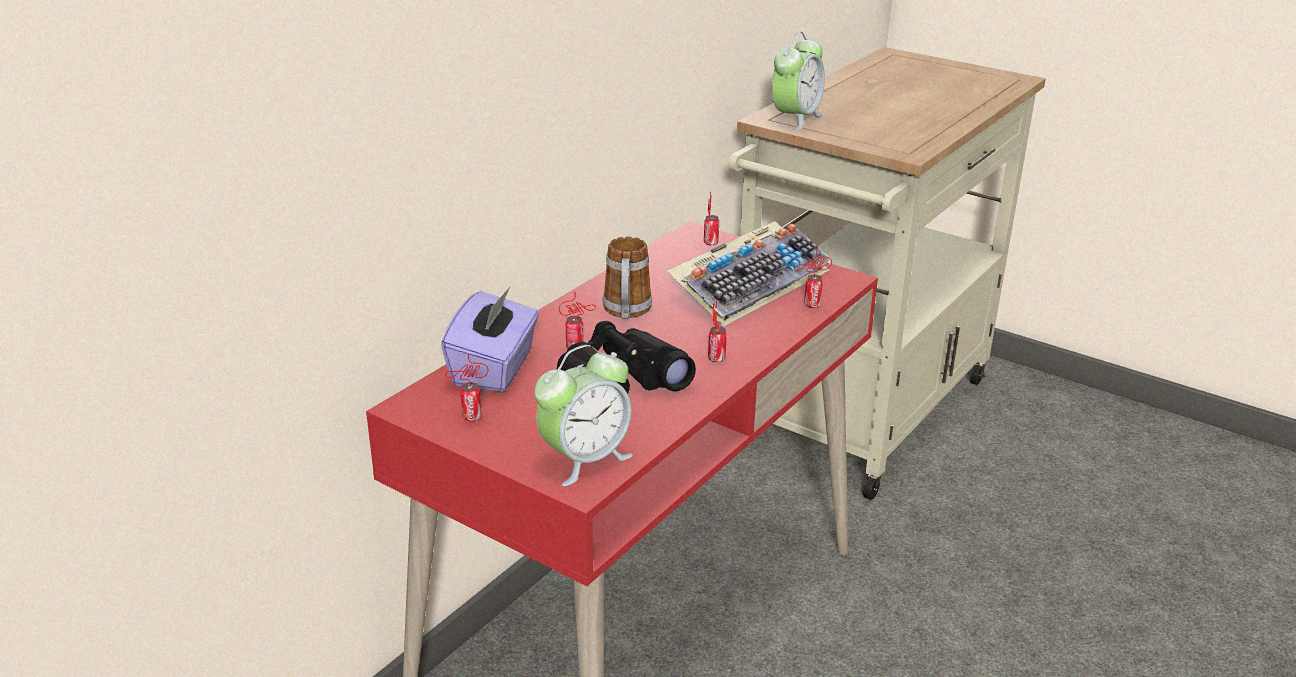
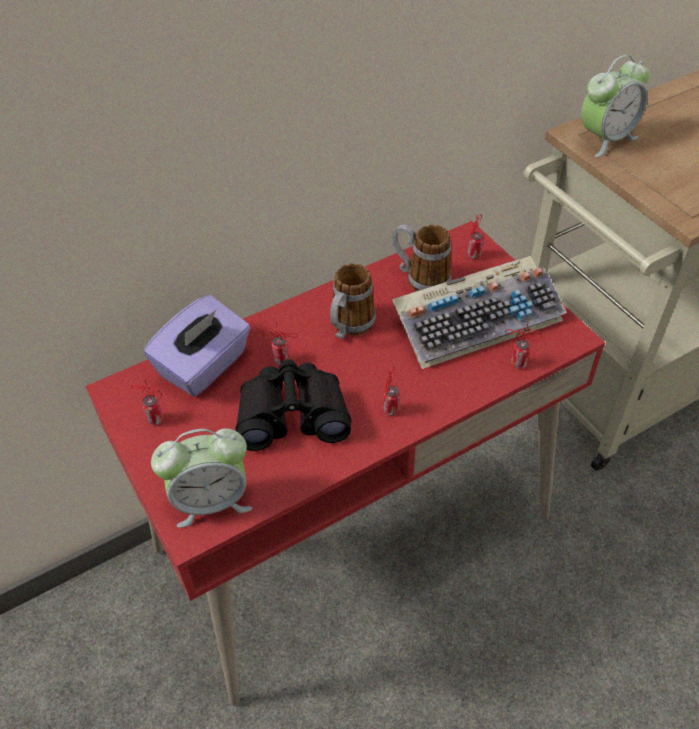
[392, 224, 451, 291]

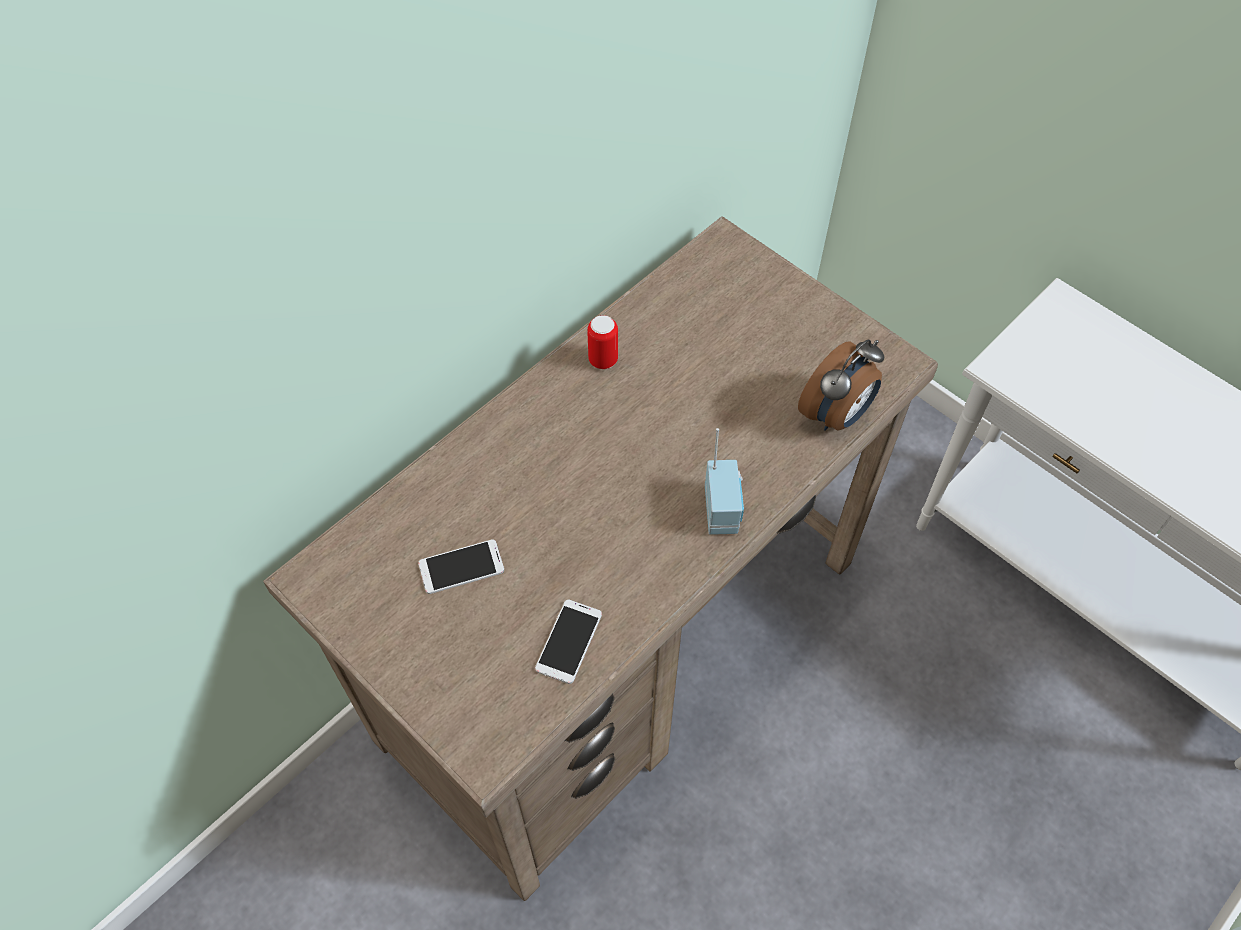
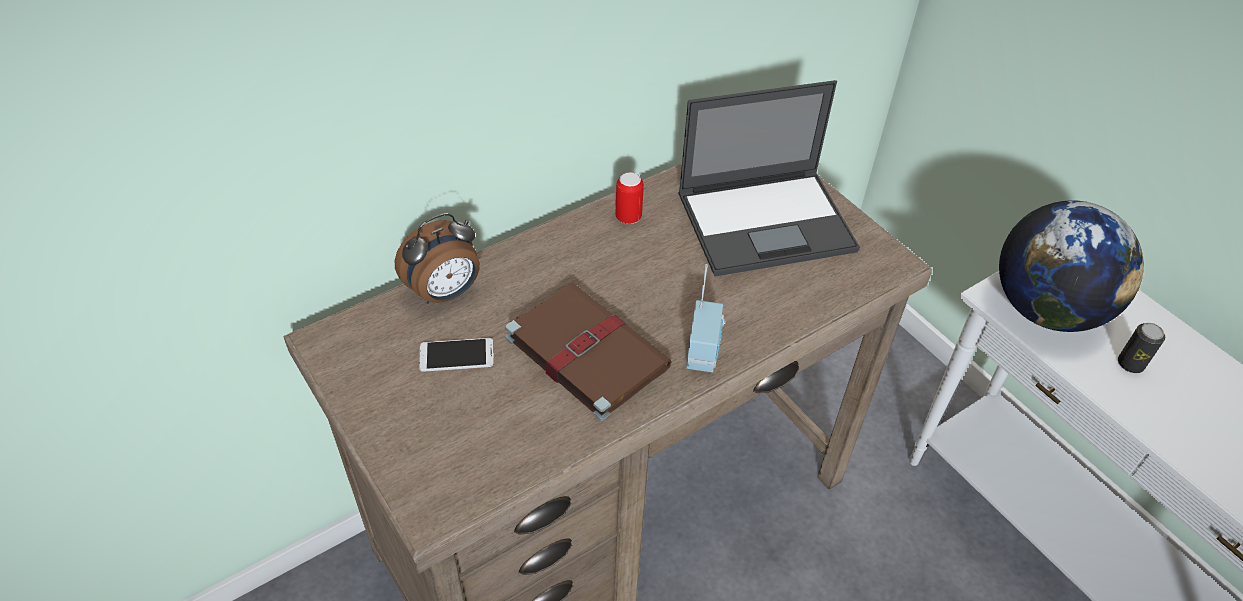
[535, 599, 602, 684] (first image)
[395, 213, 480, 304]
[506, 283, 672, 421]
[678, 80, 860, 277]
[999, 201, 1144, 332]
[1118, 323, 1165, 373]

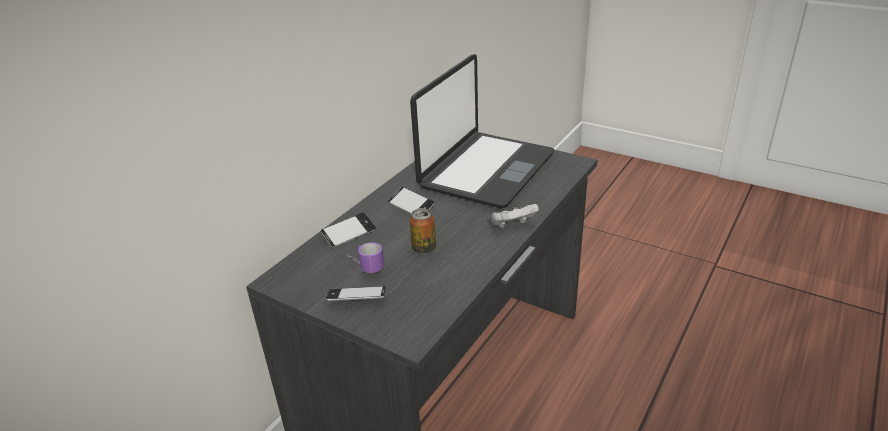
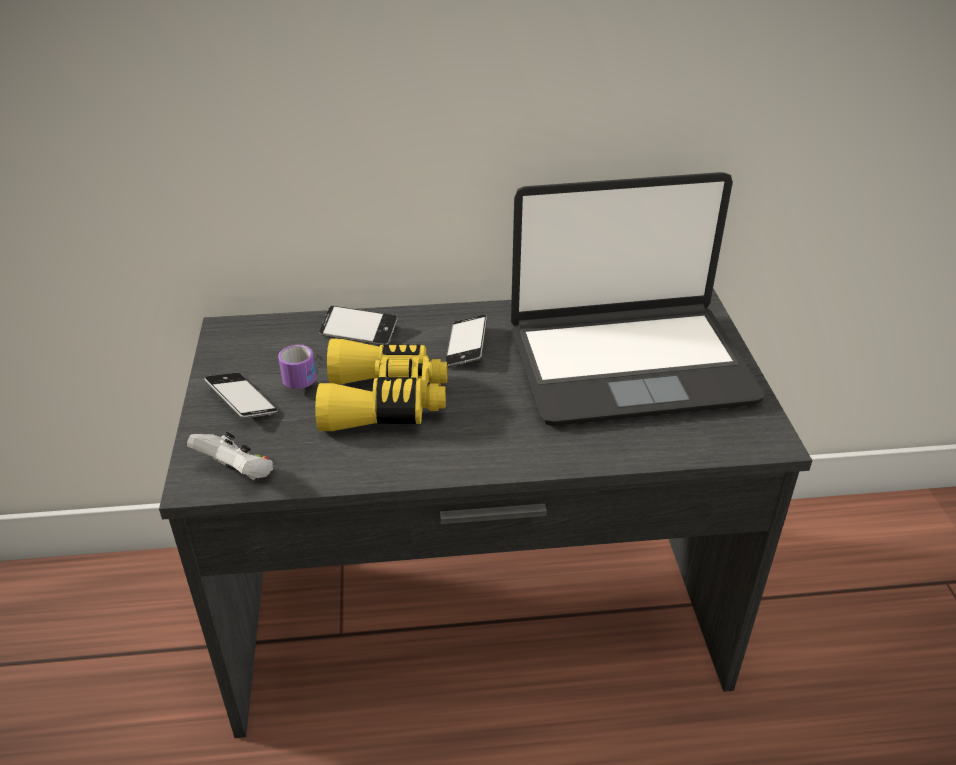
[315, 339, 447, 431]
[187, 432, 273, 480]

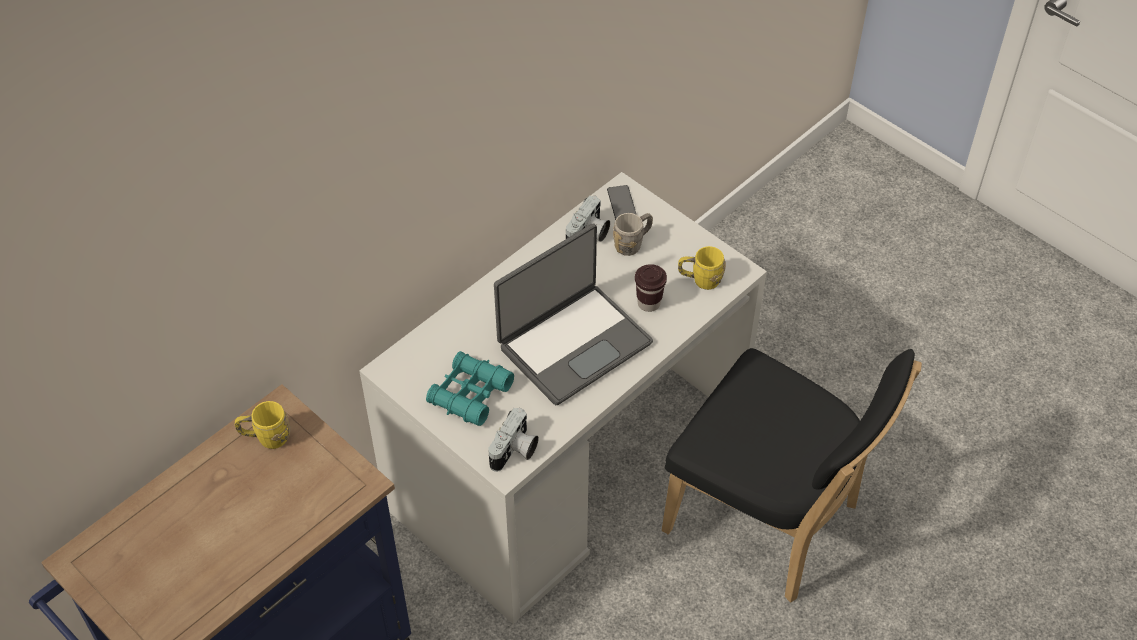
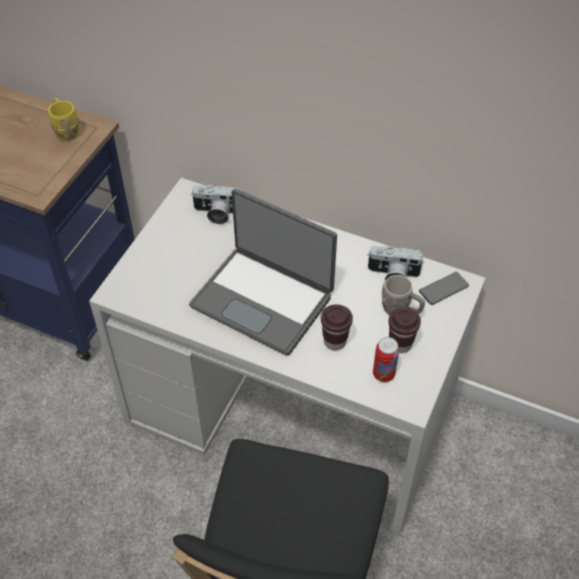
[426, 351, 514, 426] (first image)
[192, 185, 240, 224]
[373, 337, 399, 382]
[388, 307, 421, 353]

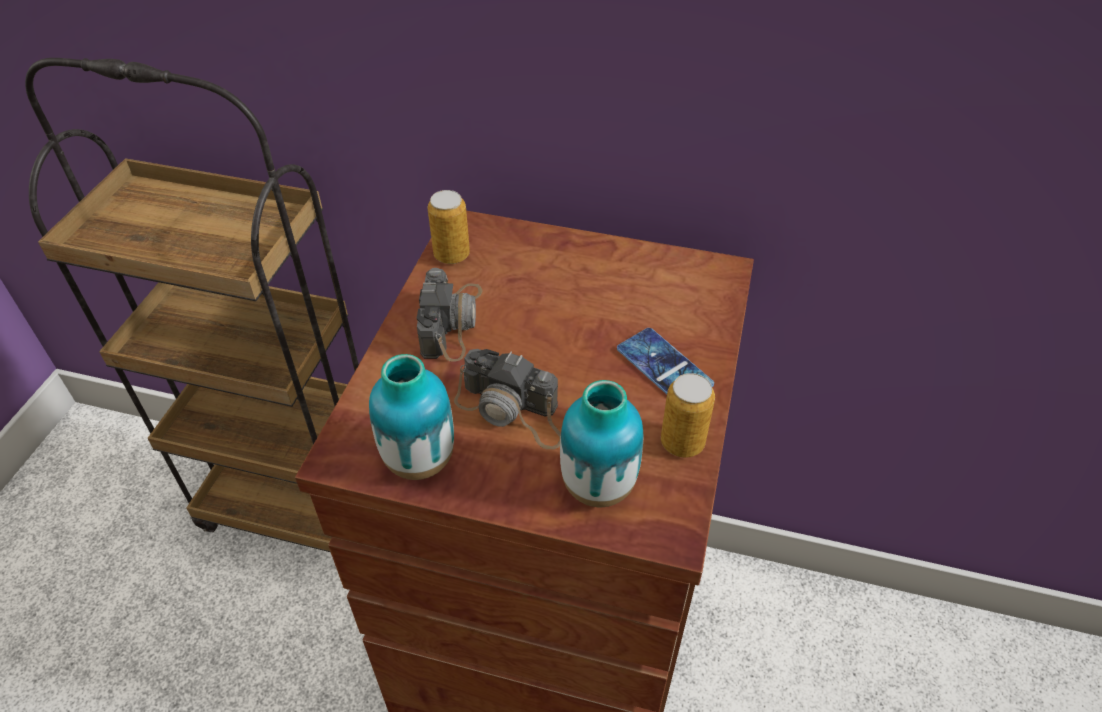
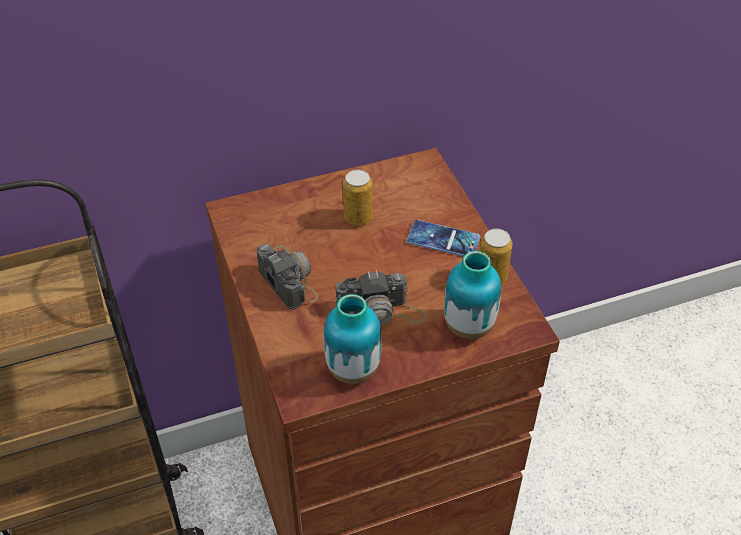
[343, 170, 373, 226]

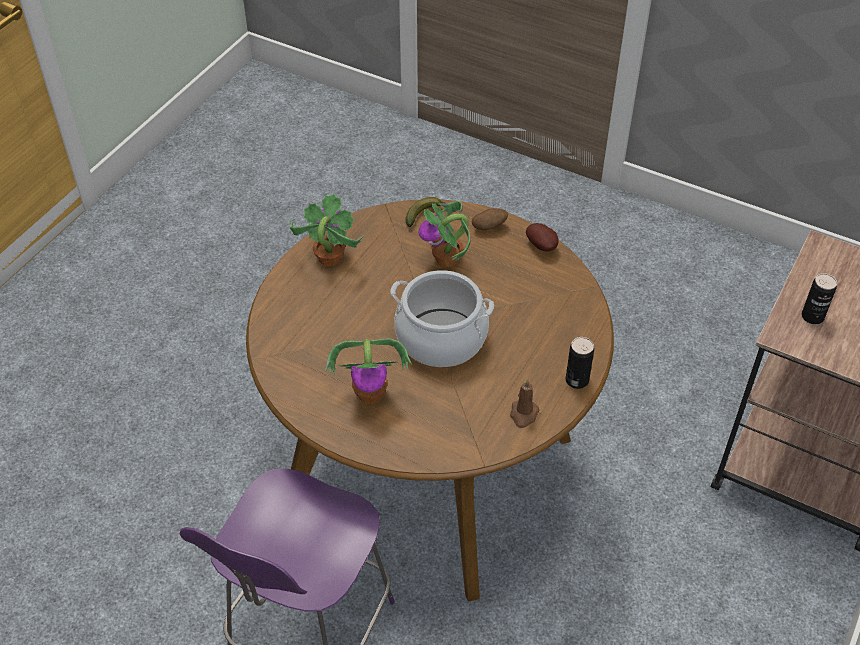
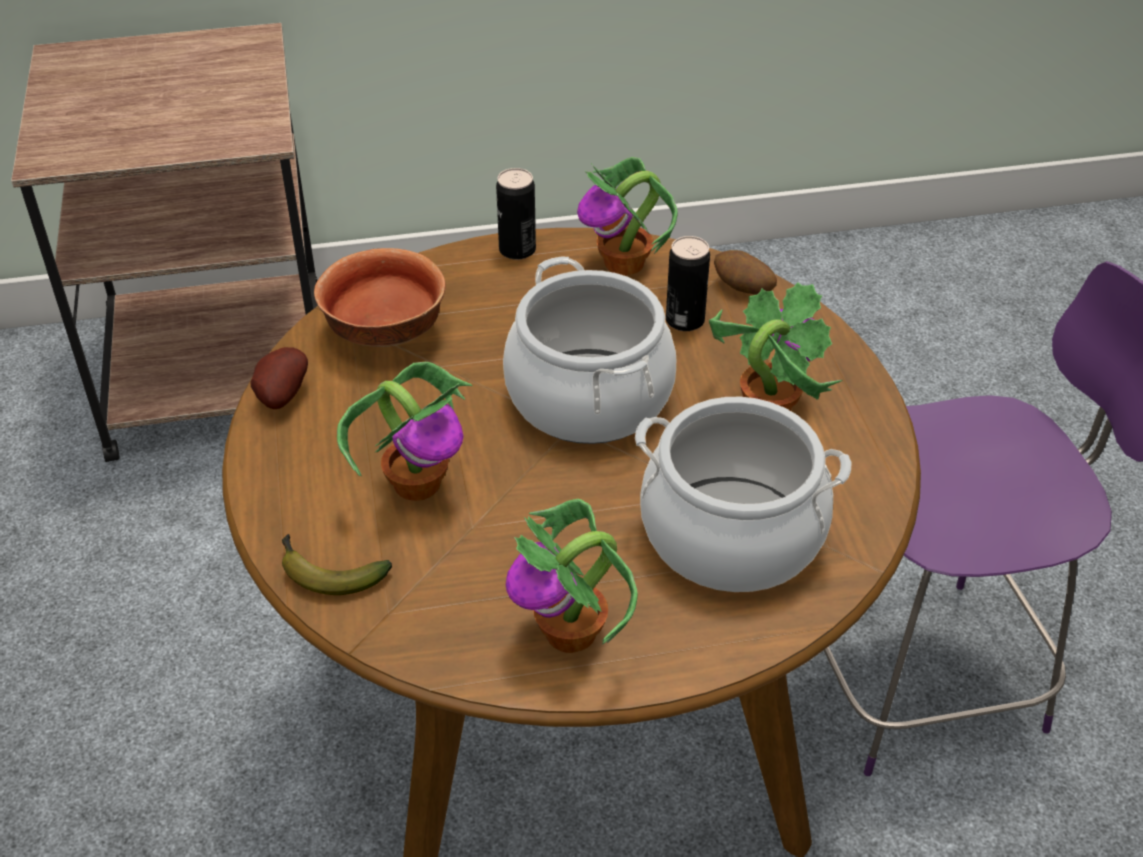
[714, 250, 777, 295]
[577, 157, 678, 276]
[666, 236, 710, 331]
[314, 248, 446, 347]
[635, 397, 851, 592]

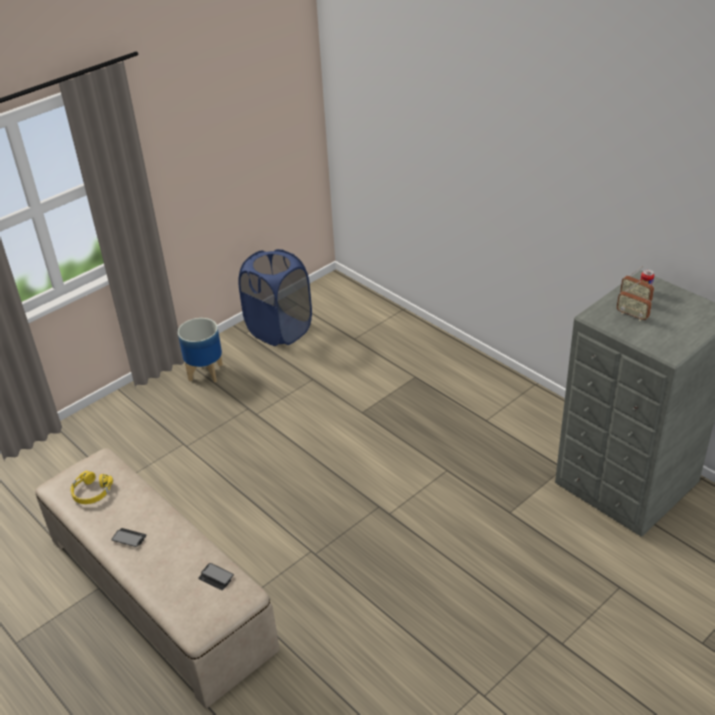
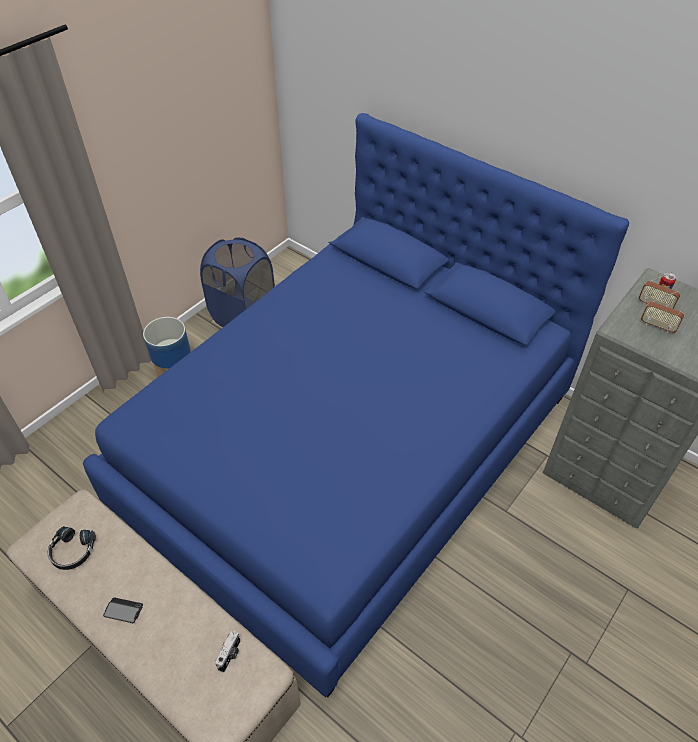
[48, 526, 96, 570]
[215, 630, 241, 672]
[83, 113, 629, 698]

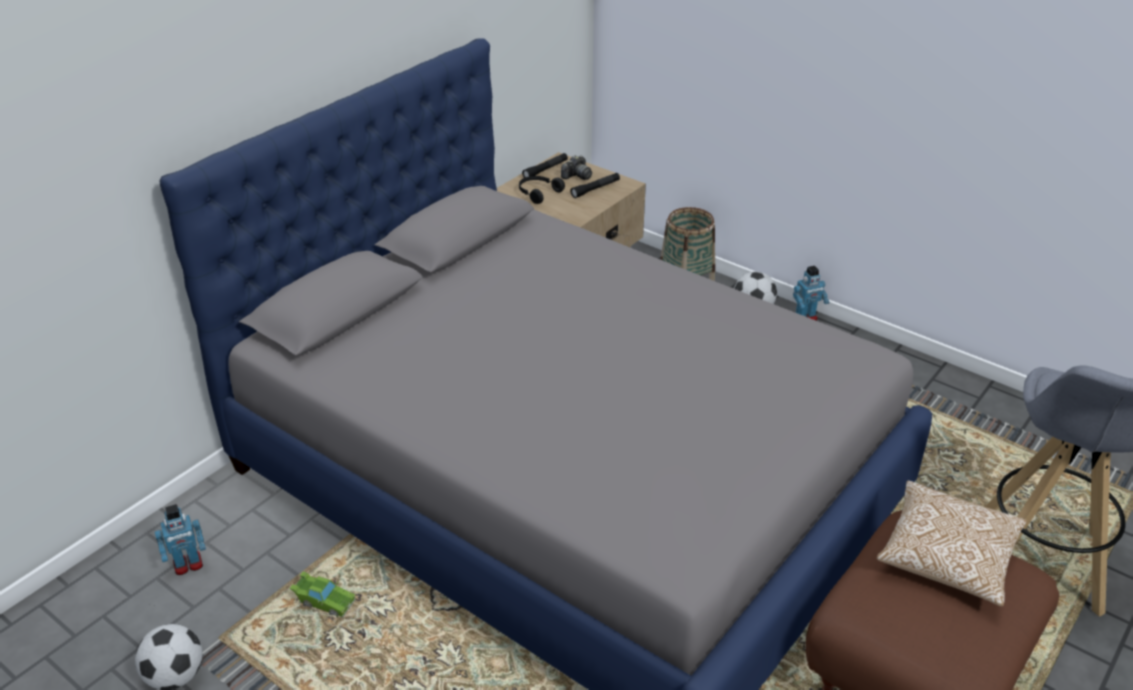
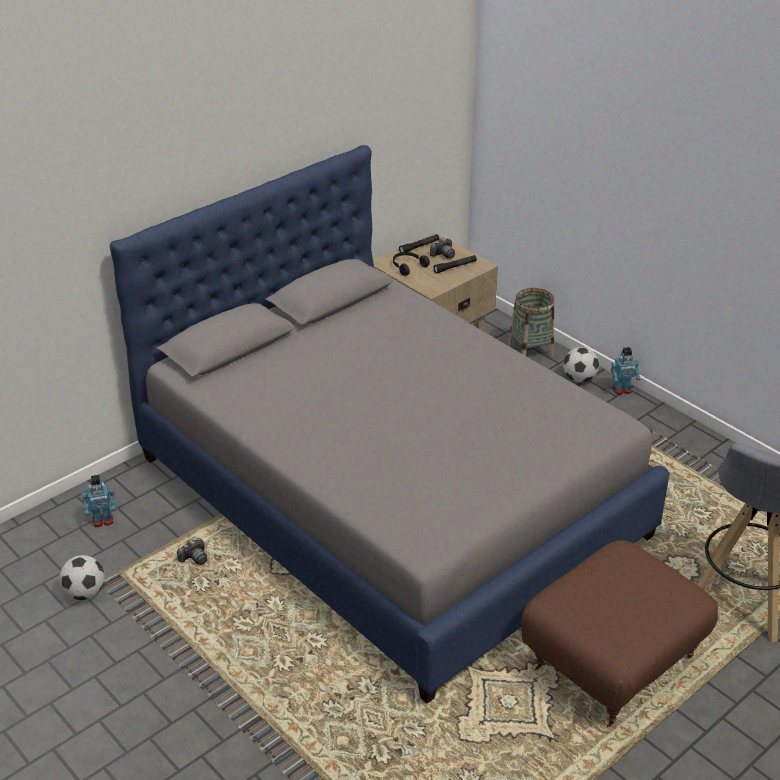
[177, 538, 207, 565]
[877, 481, 1026, 606] (first image)

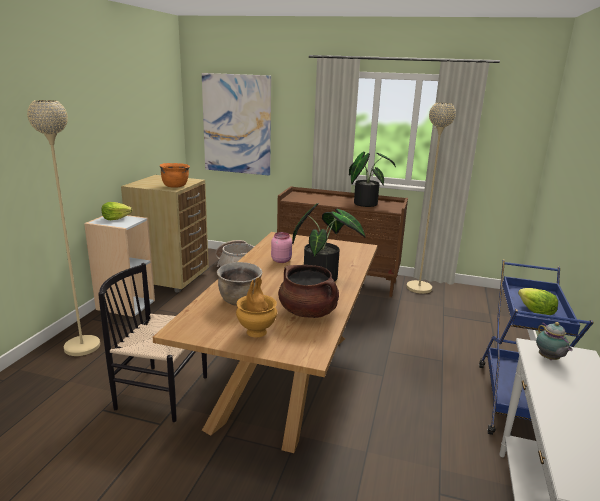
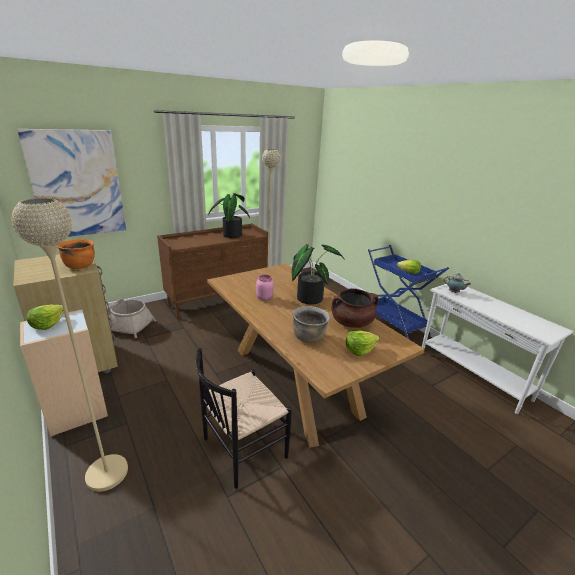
[346, 331, 380, 356]

